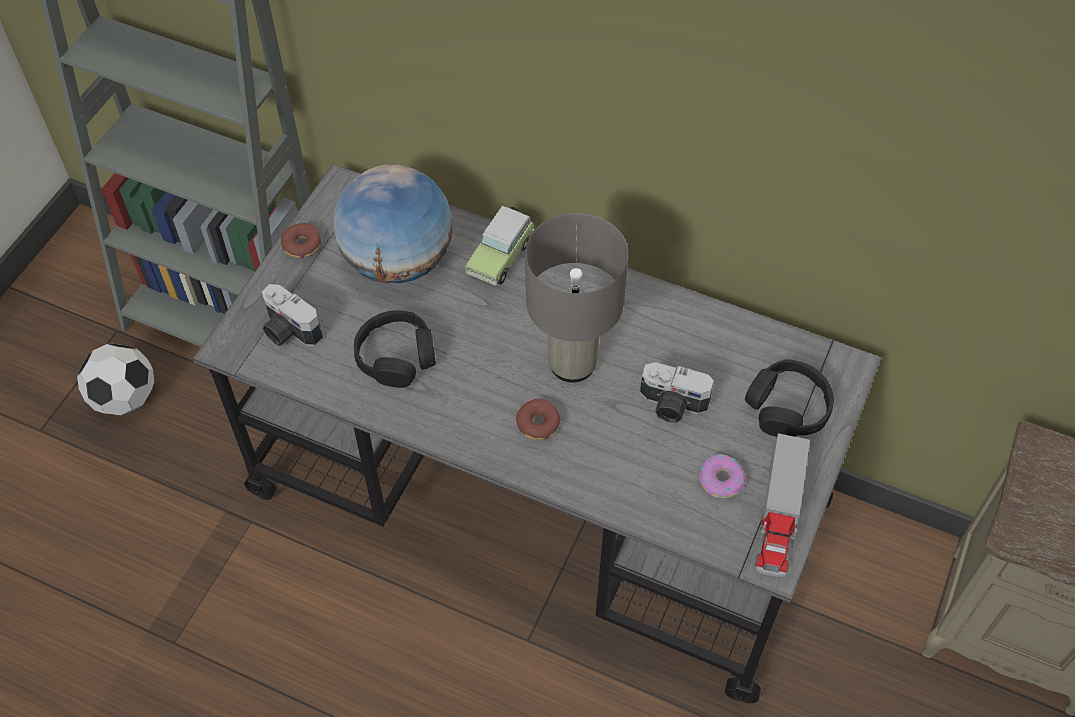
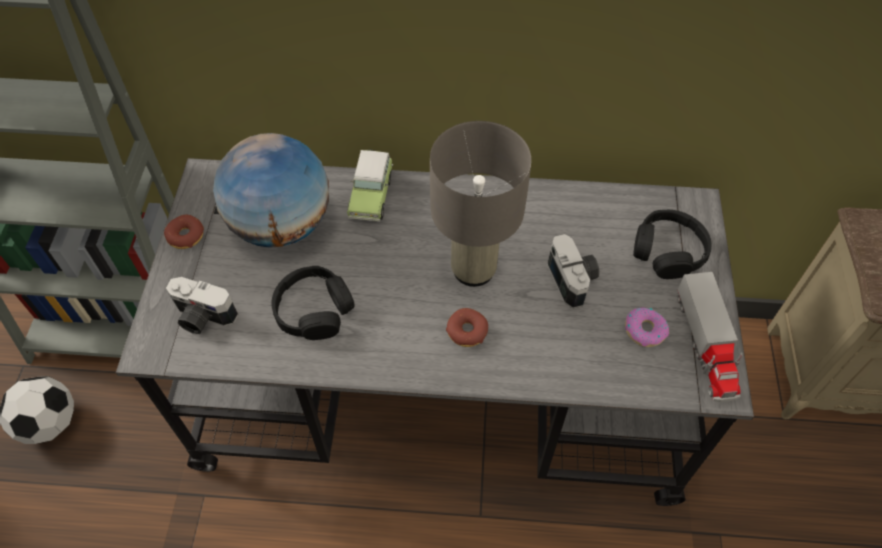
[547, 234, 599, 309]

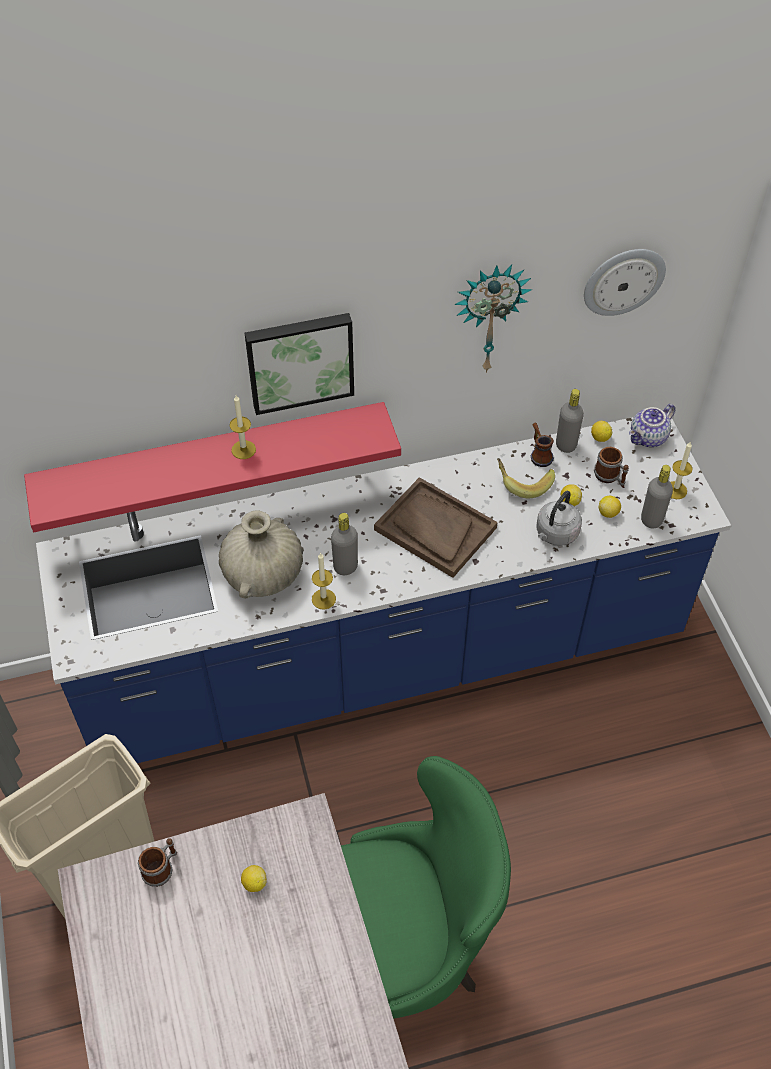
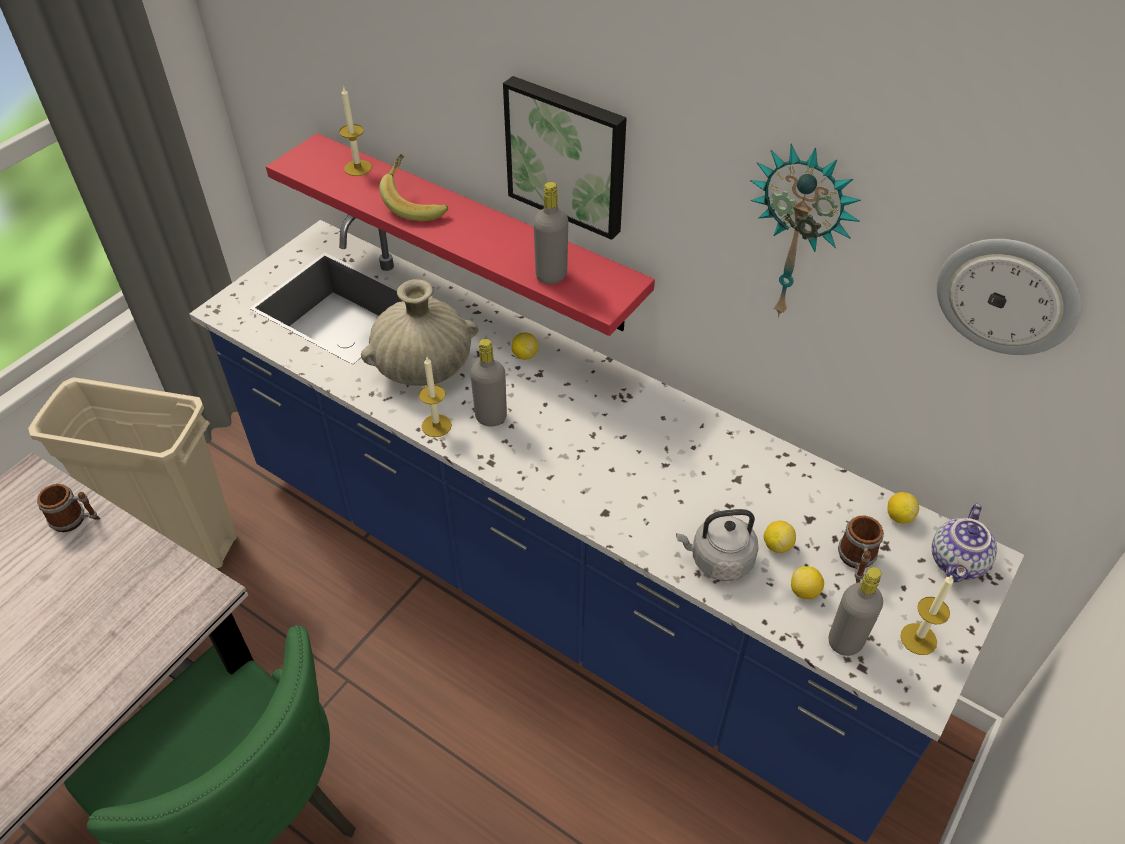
[339, 86, 372, 176]
[512, 332, 538, 360]
[374, 477, 498, 578] (first image)
[379, 154, 448, 221]
[531, 422, 554, 467] (first image)
[533, 182, 568, 284]
[932, 504, 997, 583]

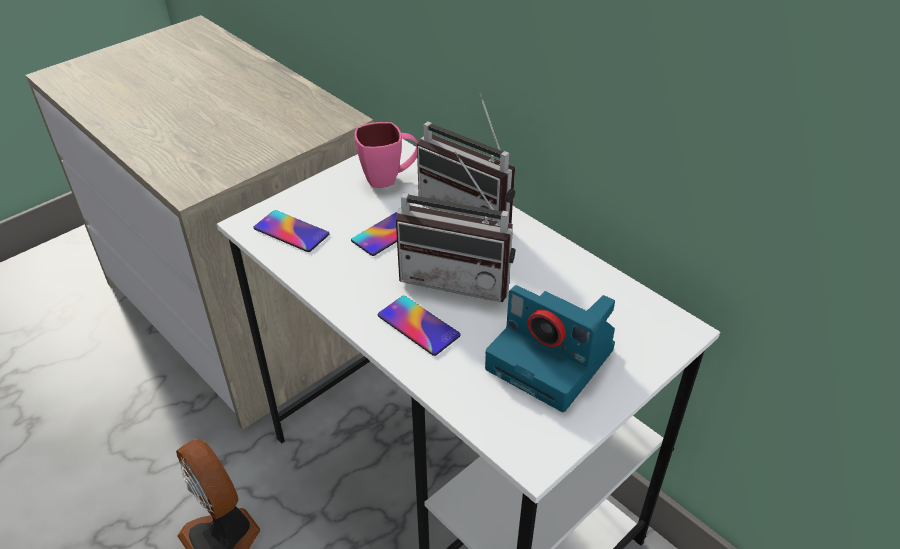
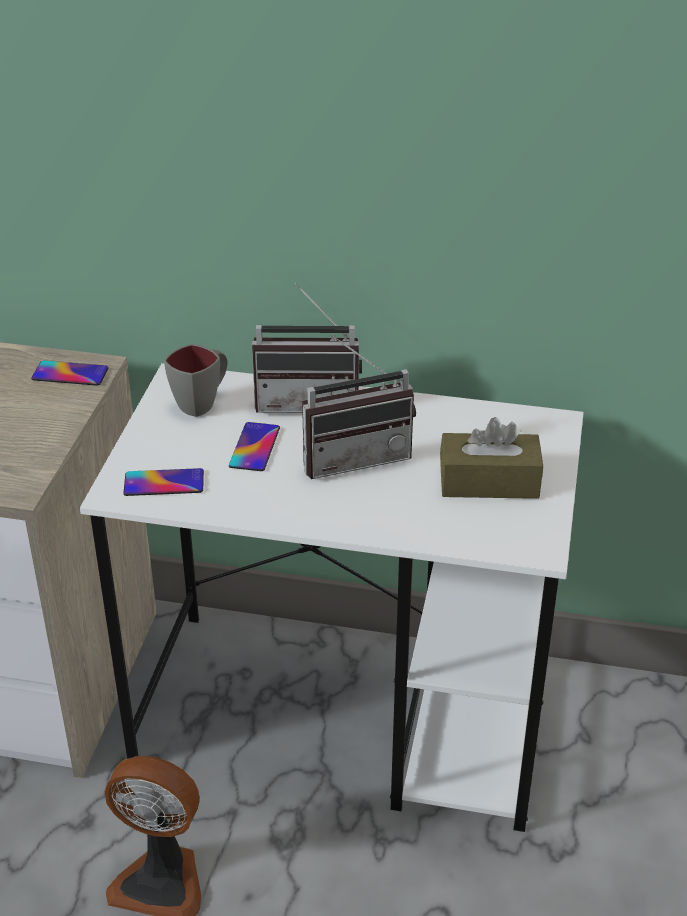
[164, 344, 228, 417]
[31, 361, 109, 386]
[440, 417, 543, 499]

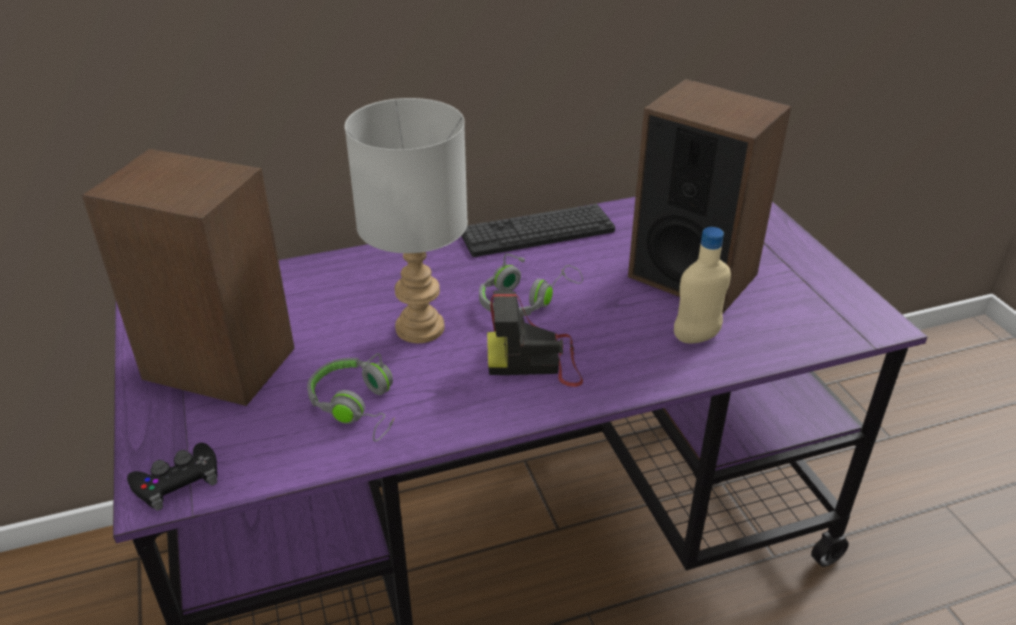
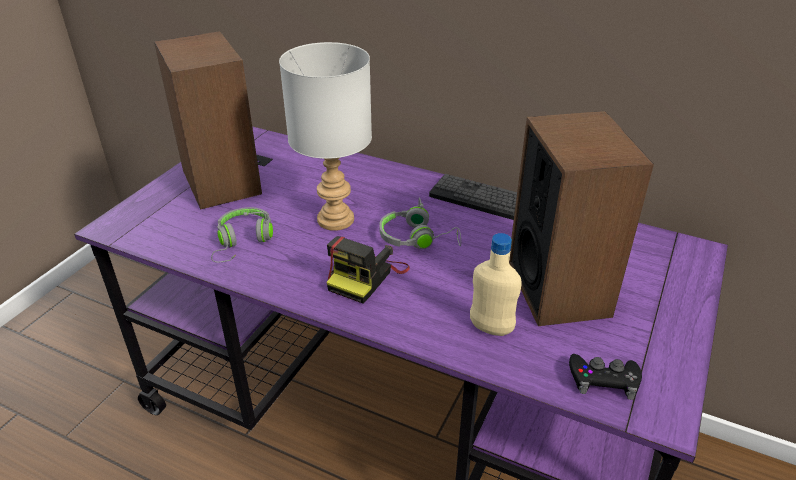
[569, 354, 642, 400]
[326, 236, 410, 303]

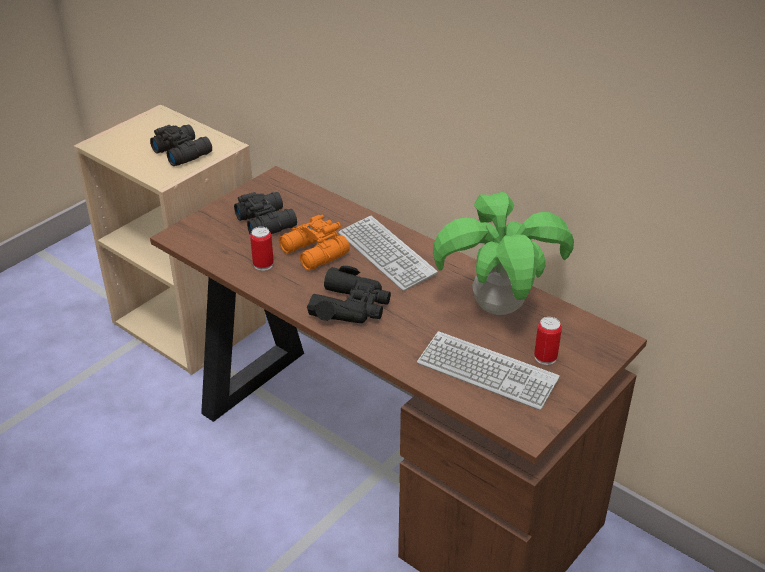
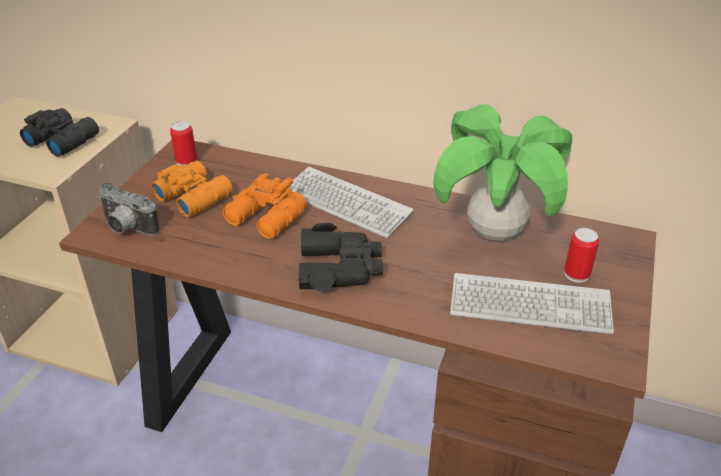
[151, 161, 233, 217]
[170, 121, 197, 166]
[99, 183, 160, 236]

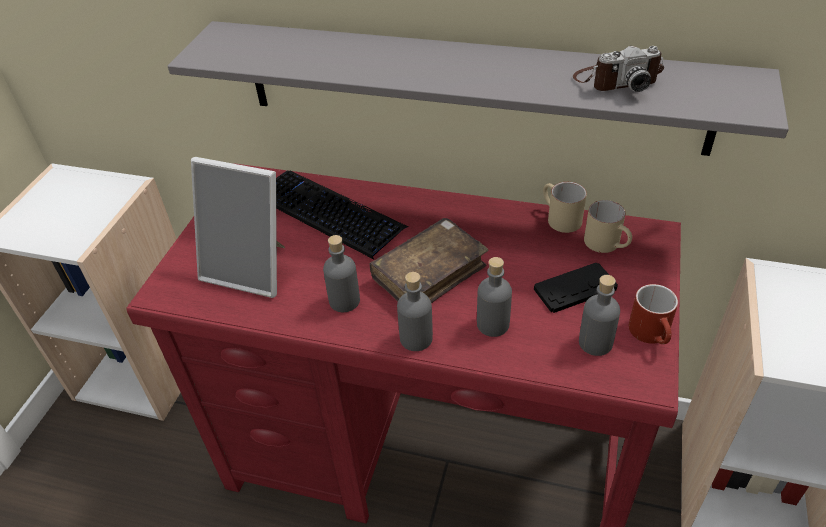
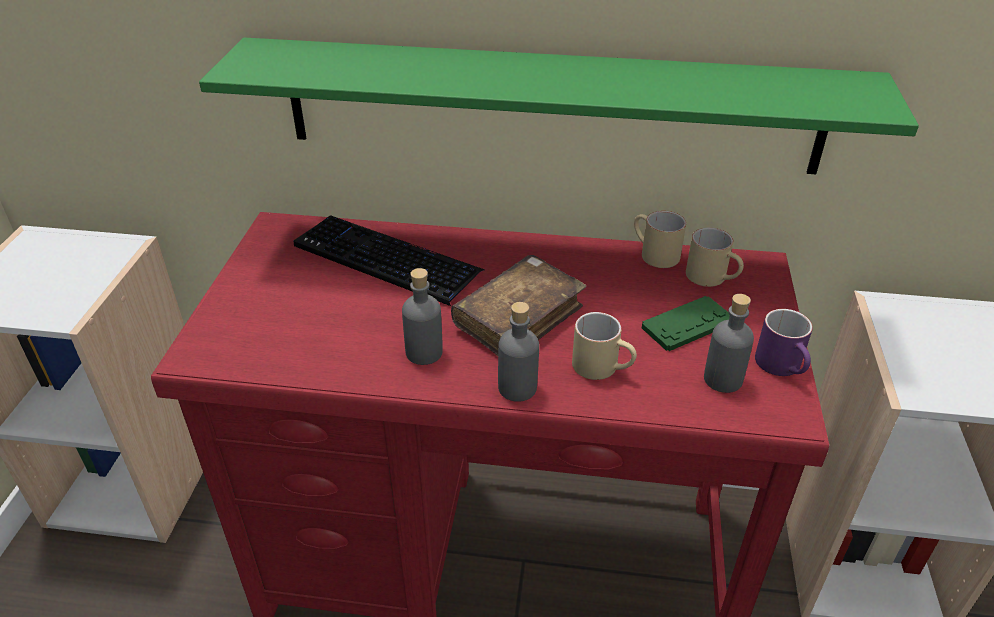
[199, 38, 919, 174]
[191, 157, 285, 298] (first image)
[572, 312, 637, 380]
[642, 296, 730, 351]
[573, 46, 664, 92] (first image)
[755, 309, 813, 376]

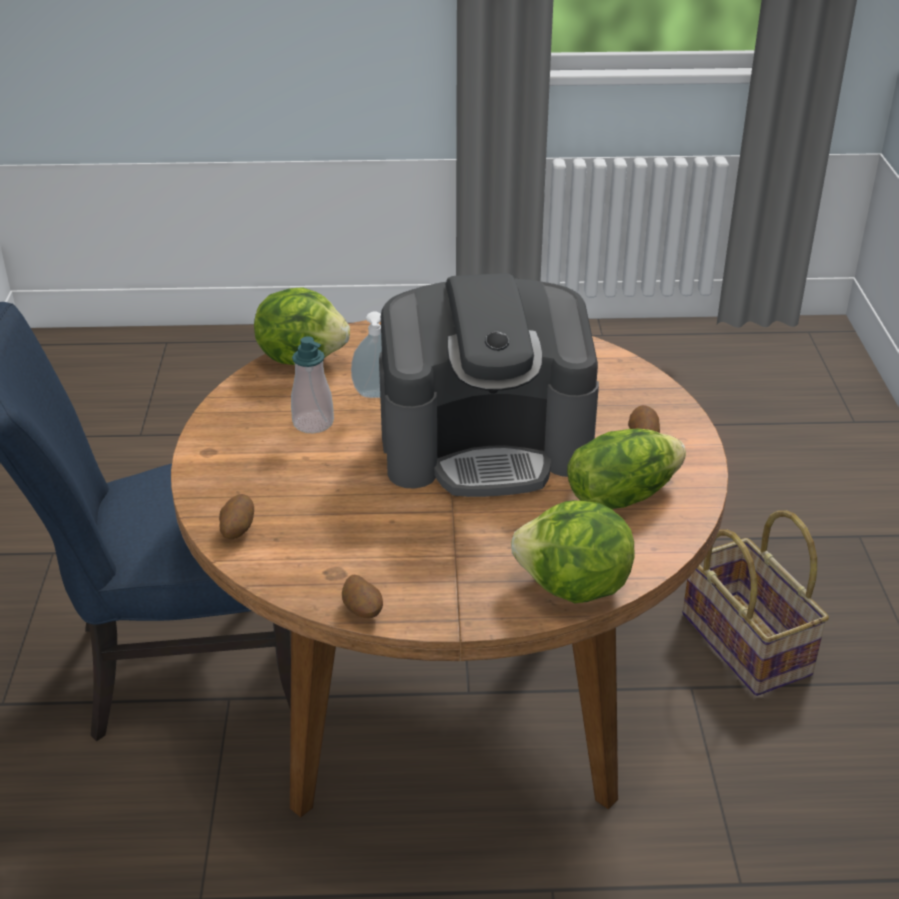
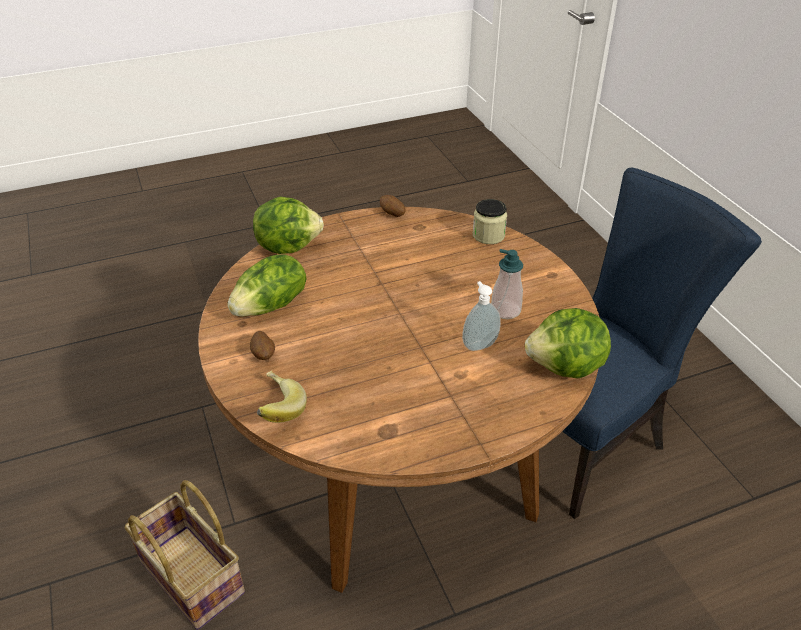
[473, 199, 507, 244]
[379, 273, 599, 497] (first image)
[257, 371, 307, 423]

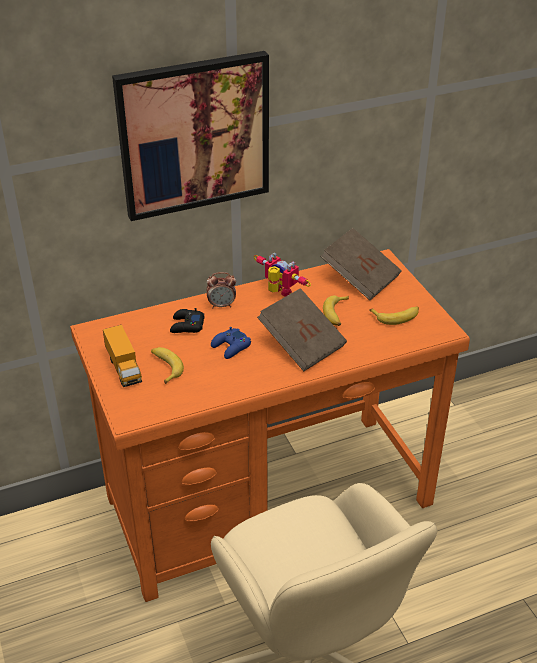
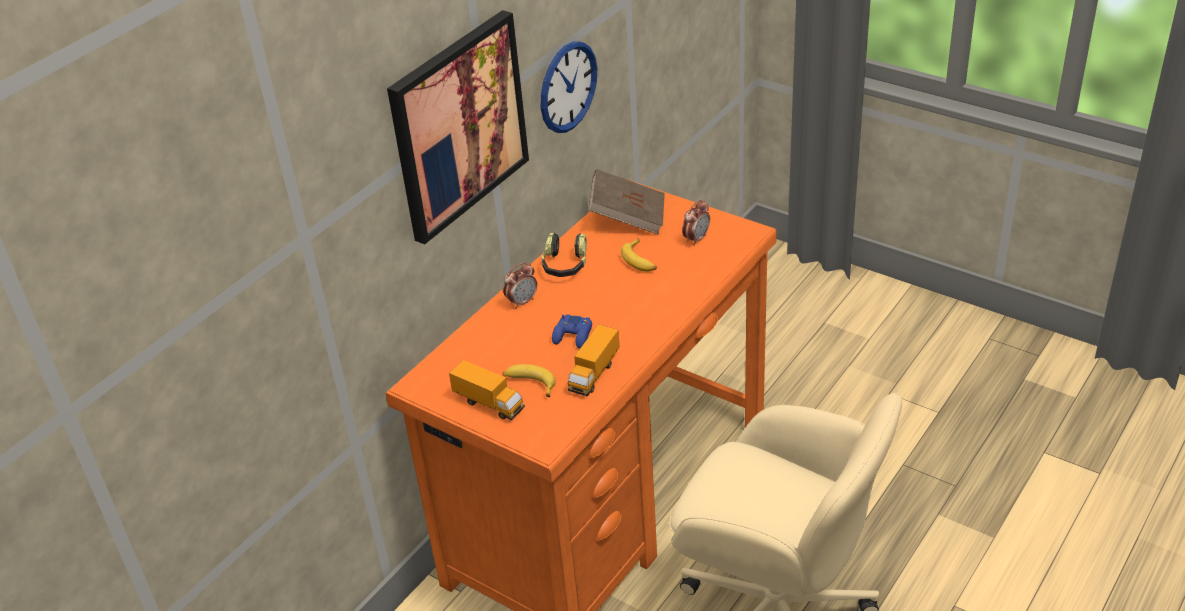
[170, 308, 205, 333] (first image)
[541, 232, 587, 277]
[257, 288, 347, 371] (first image)
[682, 200, 710, 246]
[541, 41, 597, 133]
[568, 324, 620, 397]

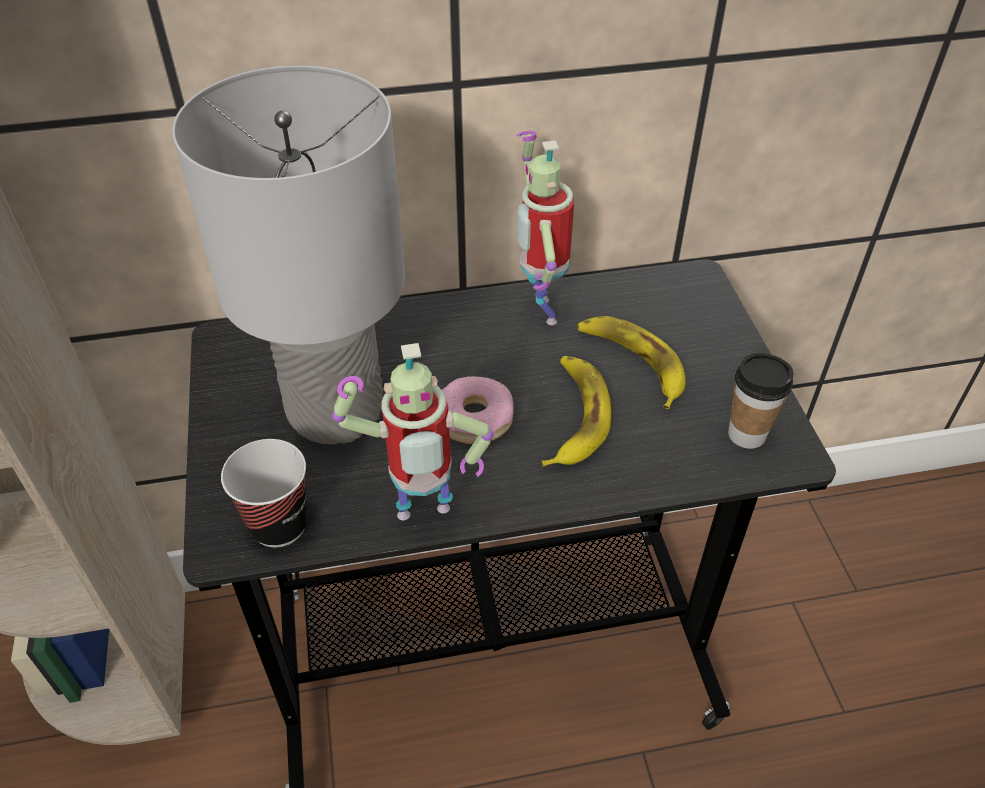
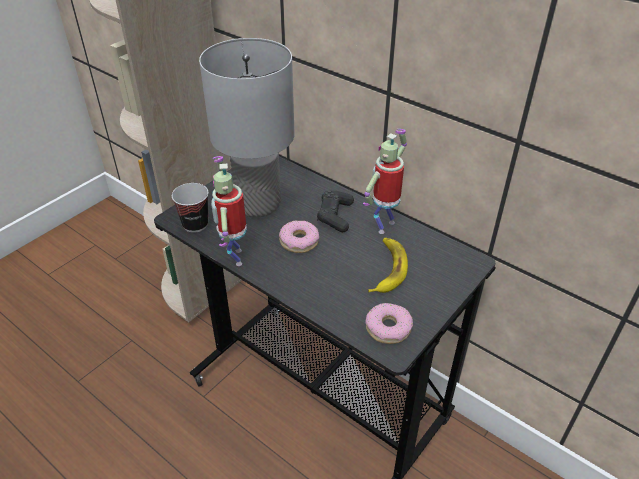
[211, 156, 247, 266]
[542, 356, 611, 467] (first image)
[365, 303, 413, 344]
[317, 191, 354, 232]

